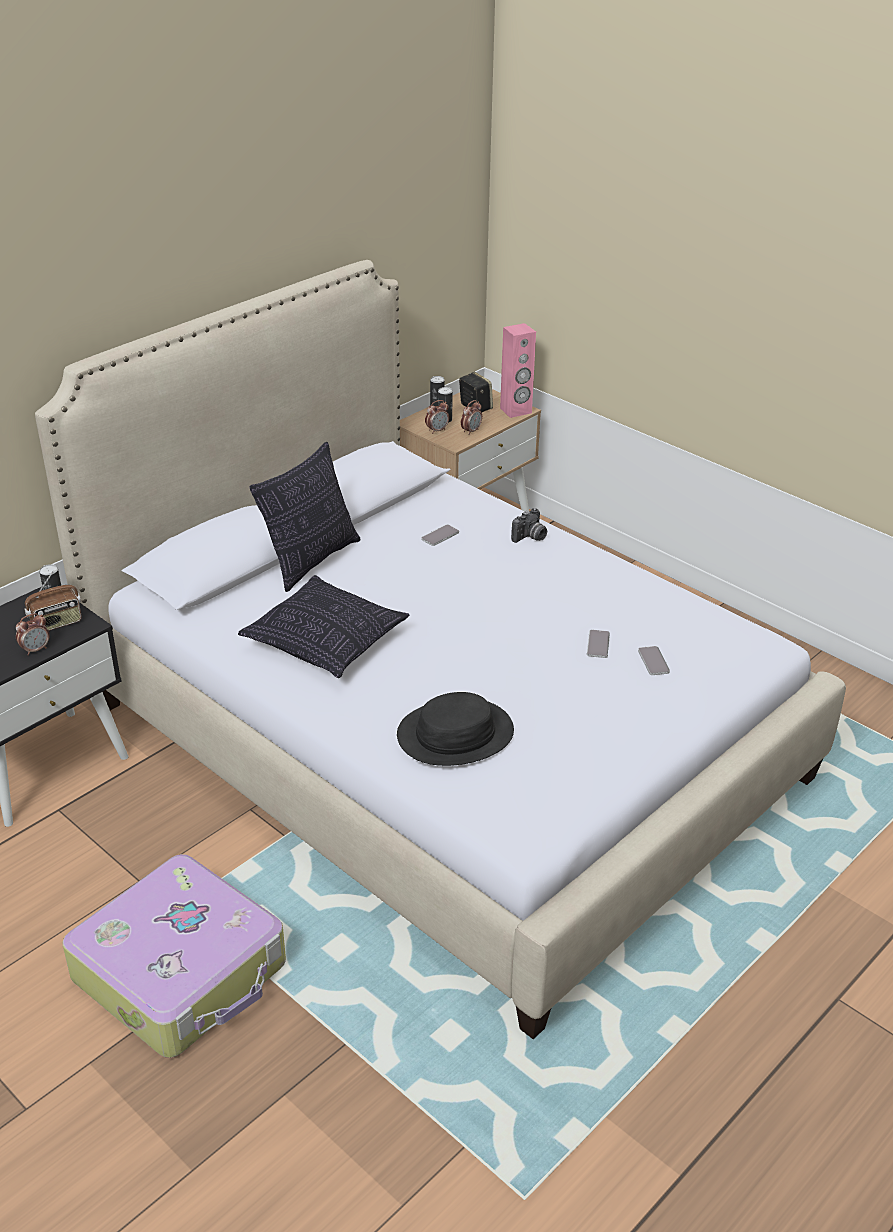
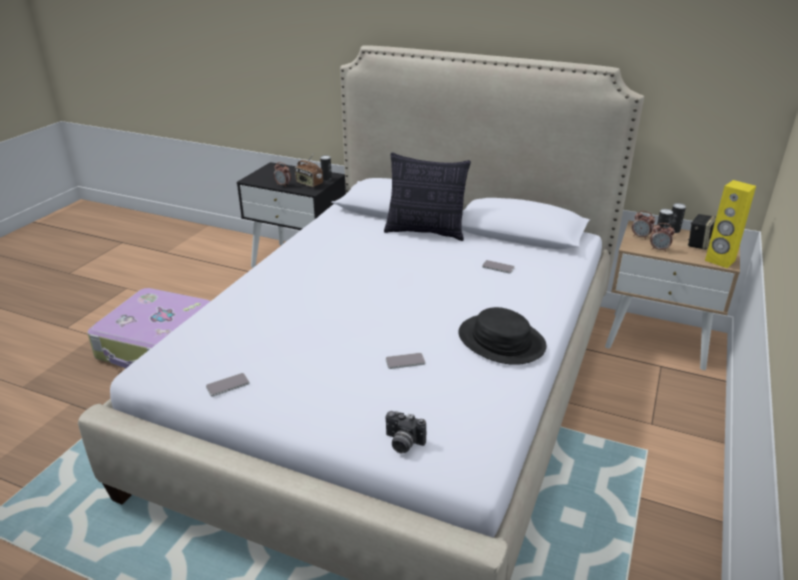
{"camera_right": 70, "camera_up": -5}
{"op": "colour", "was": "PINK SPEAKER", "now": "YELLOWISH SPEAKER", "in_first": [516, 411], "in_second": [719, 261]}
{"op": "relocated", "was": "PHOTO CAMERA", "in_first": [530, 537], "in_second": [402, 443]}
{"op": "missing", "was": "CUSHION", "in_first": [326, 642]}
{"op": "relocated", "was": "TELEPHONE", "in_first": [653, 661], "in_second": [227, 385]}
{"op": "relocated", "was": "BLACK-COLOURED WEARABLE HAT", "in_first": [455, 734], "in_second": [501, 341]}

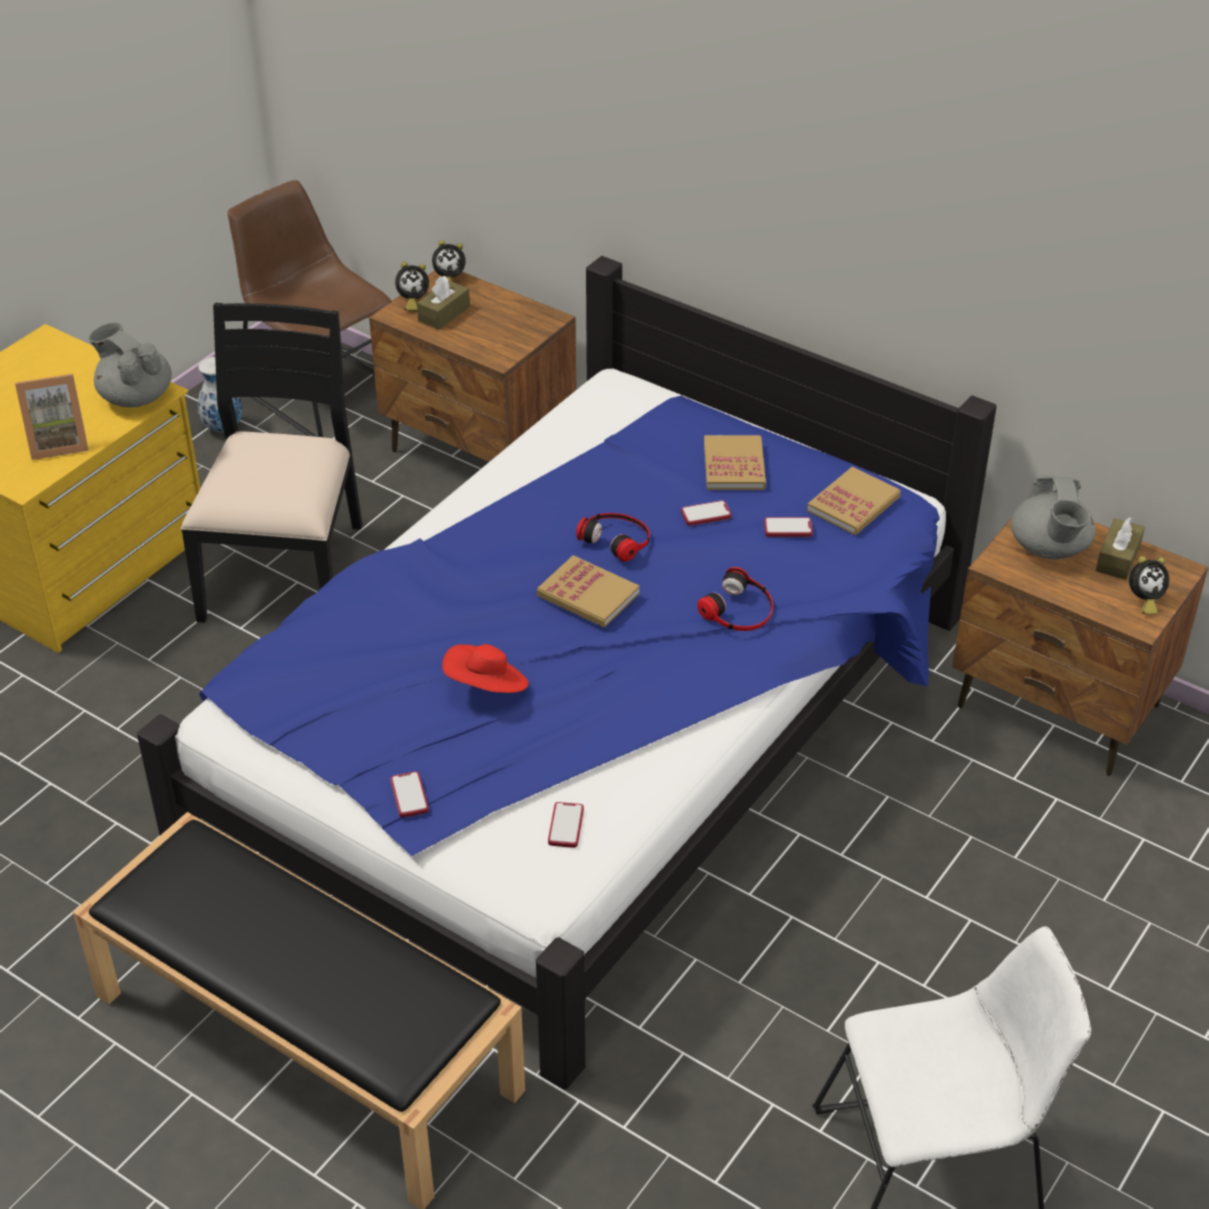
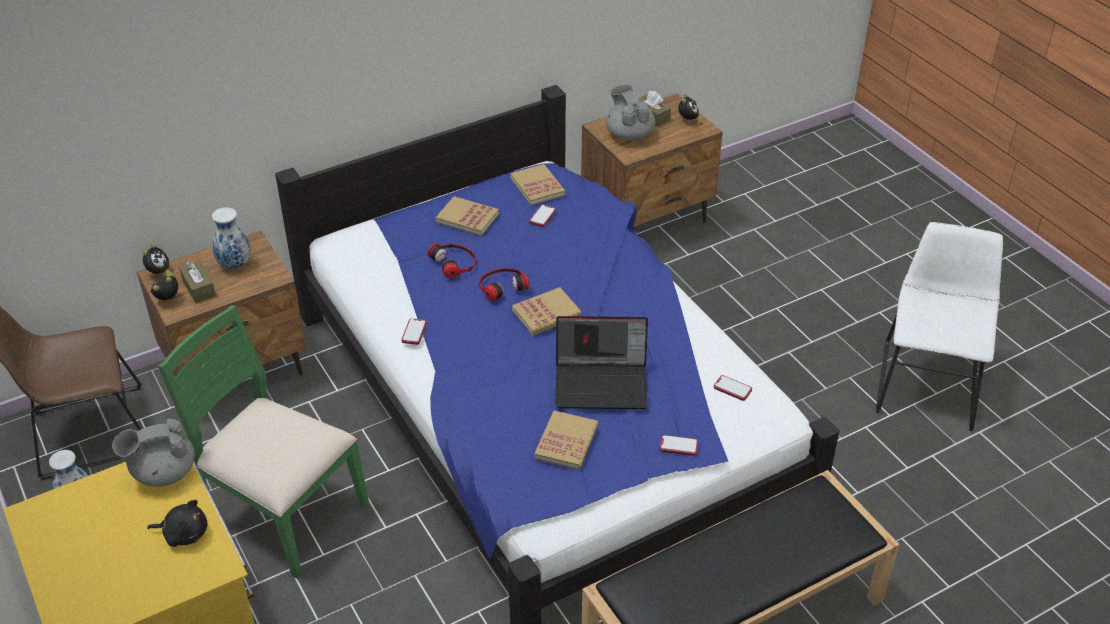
{"camera_right": -65, "camera_up": 0}
{"op": "spun", "was": "TABLE CLOCK", "in_first": [412, 302], "in_second": [168, 299], "clockwise": -135}
{"op": "colour", "was": "BLACK-COLOURED PLAIN CHAIR", "now": "GREEN-COLOURED PLAIN CHAIR", "in_first": [286, 571], "in_second": [281, 511]}
{"op": "exchanged", "was": "PICTURE FRAME", "now": "BLACK-COLOURED PLUSH TOY", "in_first": [58, 443], "in_second": [184, 533]}
{"op": "spun", "was": "GREY TEA POT", "in_first": [1049, 549], "in_second": [629, 134], "clockwise": -135}
{"op": "relocated", "was": "TELEPHONE", "in_first": [706, 514], "in_second": [414, 332]}
{"op": "relocated", "was": "HEADPHONES", "in_first": [739, 610], "in_second": [455, 262]}
{"op": "exchanged", "was": "RED-COLOURED WEARABLE HAT", "now": "NOTEBOOK COMPUTER", "in_first": [487, 687], "in_second": [602, 382]}
{"op": "appeared", "now": "DECORATIVE VASE", "in_second": [234, 265]}
{"op": "appeared", "now": "VOLUME", "in_second": [566, 442]}

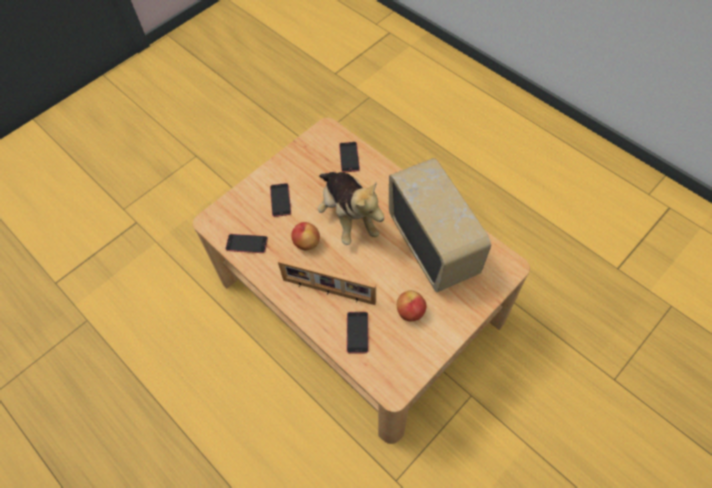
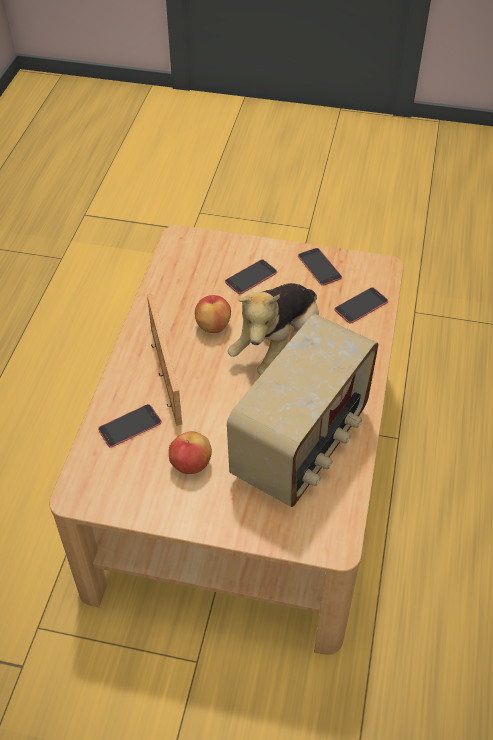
{"camera_right": 55, "camera_up": -10}
{"op": "relocated", "was": "TELEPHONE", "in_first": [246, 244], "in_second": [319, 267]}

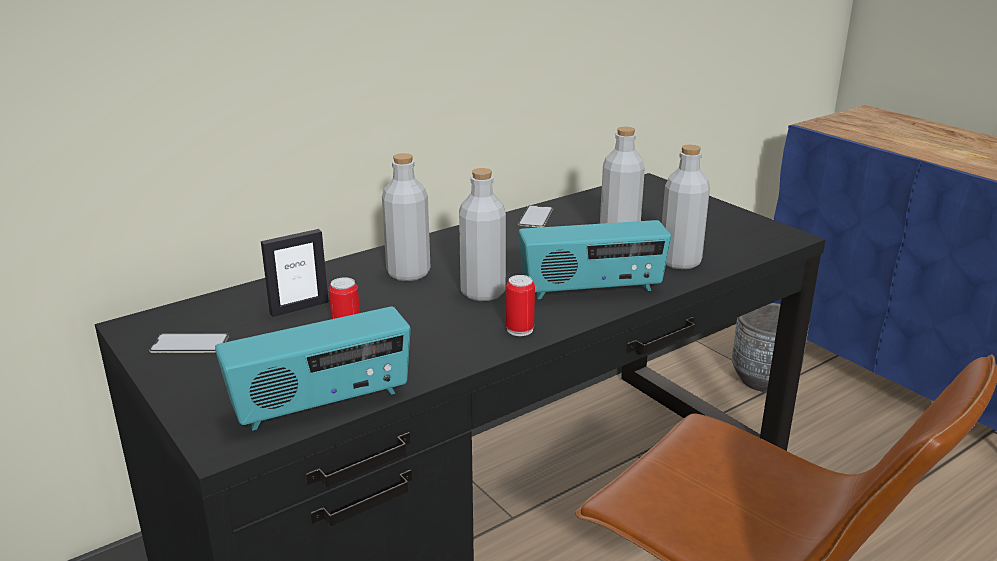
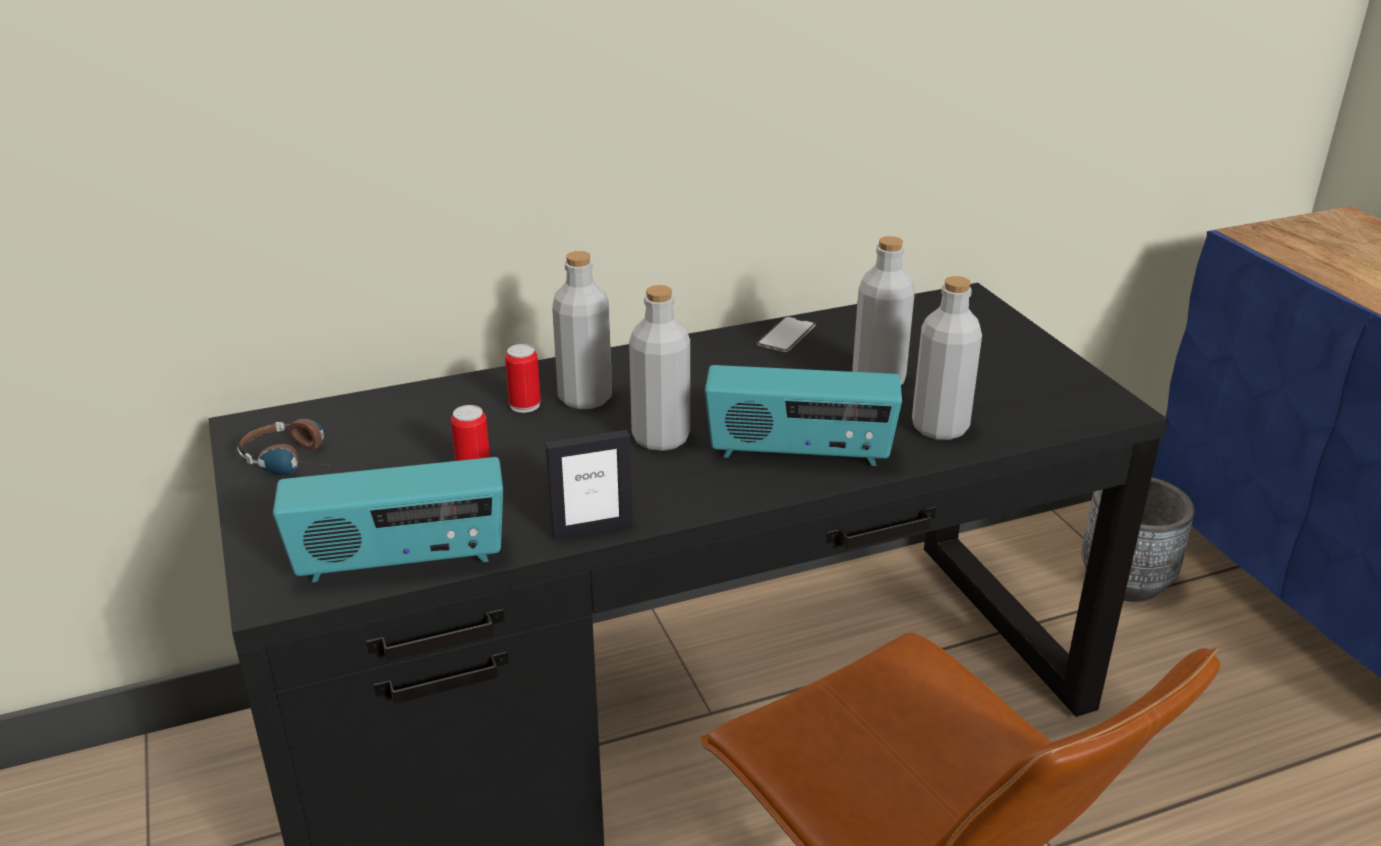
{"camera_right": 15, "camera_up": 5}
{"op": "relocated", "was": "PICTURE FRAME", "in_first": [299, 307], "in_second": [592, 529]}
{"op": "relocated", "was": "METAL CAN", "in_first": [520, 329], "in_second": [525, 405]}
{"op": "exchanged", "was": "TELEPHONE", "now": "HEADPHONES", "in_first": [189, 344], "in_second": [295, 459]}

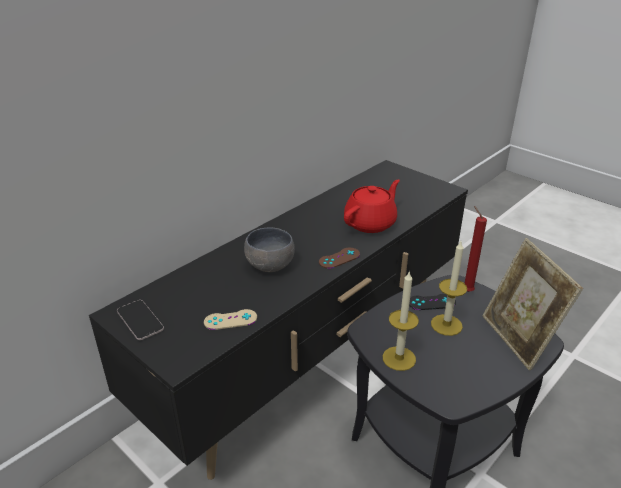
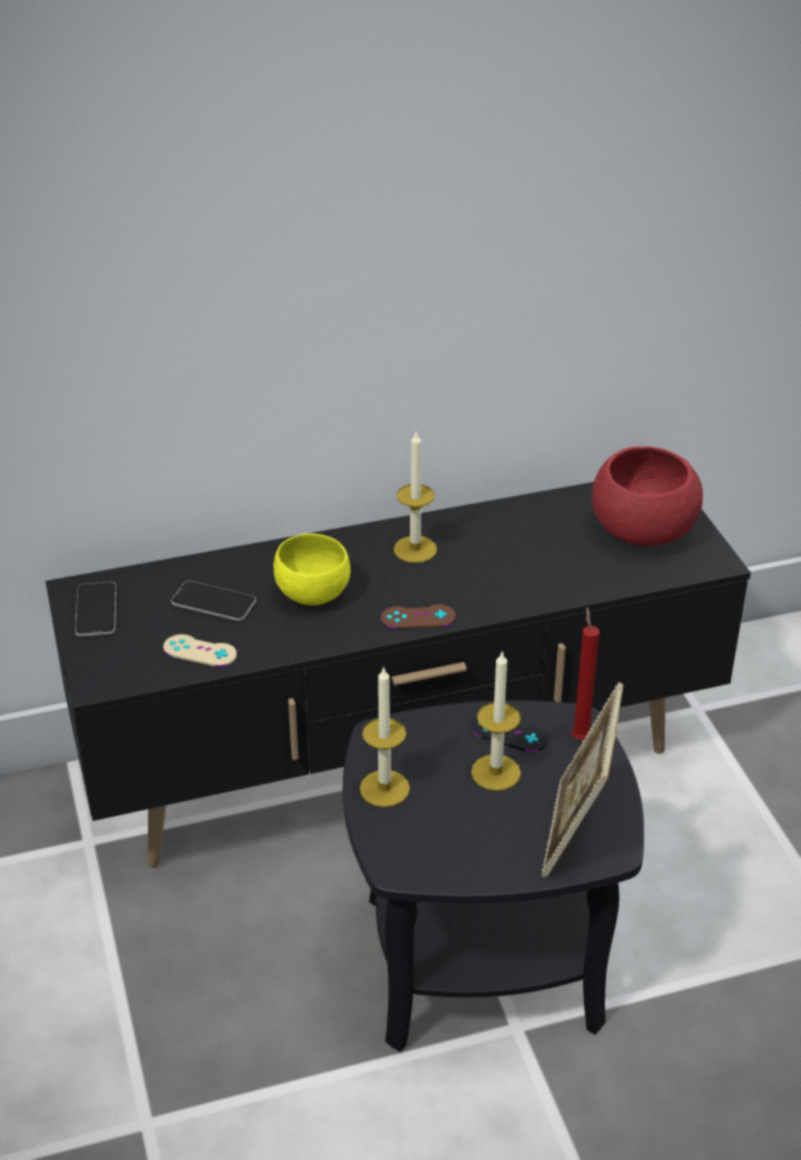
{"camera_right": 30, "camera_up": 5}
{"op": "missing", "was": "RED-COLOURED TEA POT", "in_first": [371, 223]}
{"op": "colour", "was": "GREY DEEP DISH", "now": "YELLOWISH DEEP DISH", "in_first": [271, 265], "in_second": [315, 594]}
{"op": "appeared", "now": "WAX CANDLE", "in_second": [415, 549]}
{"op": "appeared", "now": "RED-COLOURED DEEP DISH", "in_second": [642, 530]}
{"op": "appeared", "now": "TELEPHONE", "in_second": [213, 602]}

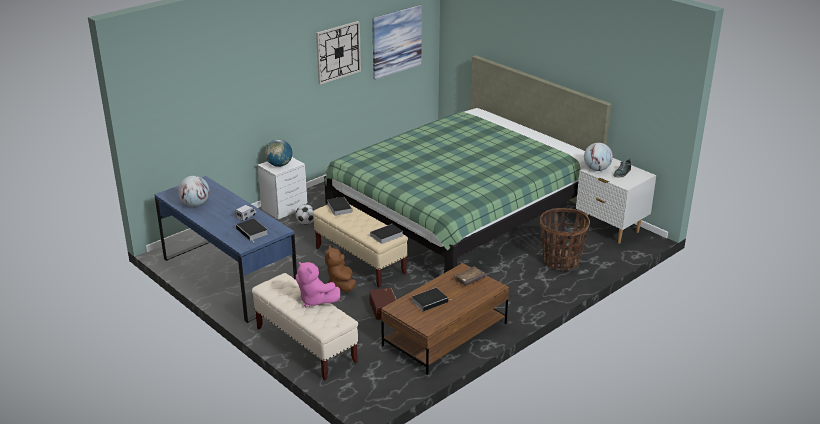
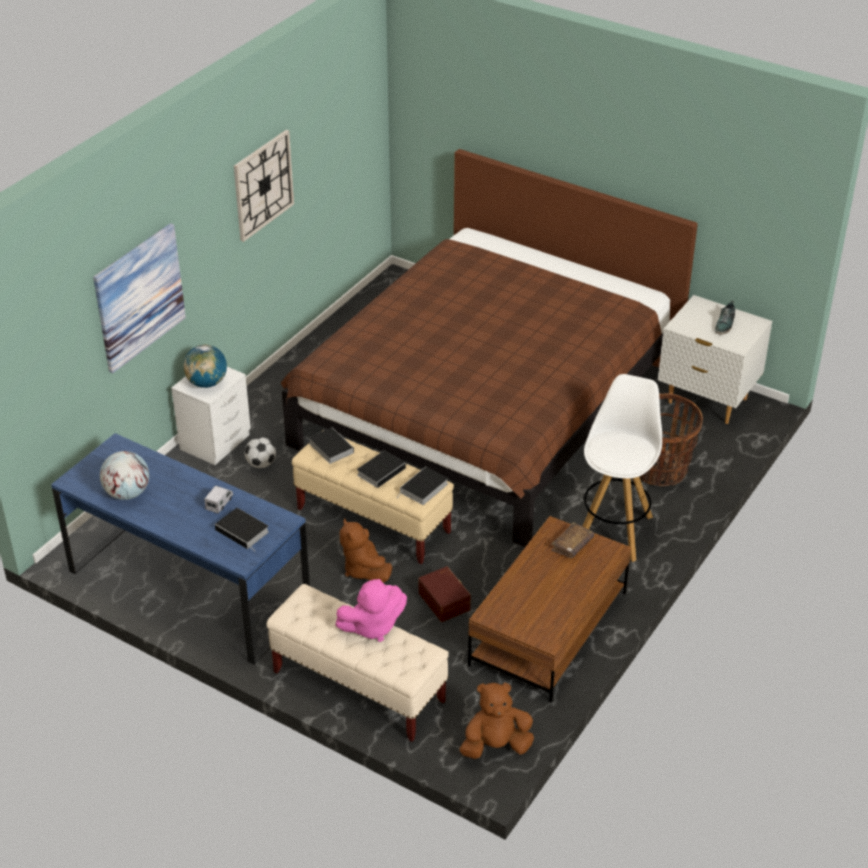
{"camera_right": -15, "camera_up": 10}
{"op": "relocated", "was": "WALL ART", "in_first": [396, 41], "in_second": [139, 297]}
{"op": "colour", "was": "GREEN-COLOURED BED", "now": "BROWNISH BED", "in_first": [461, 213], "in_second": [486, 407]}
{"op": "missing", "was": "WORLD GLOBE", "in_first": [596, 169]}
{"op": "spun", "was": "PINK PLUSH TOY", "in_first": [315, 300], "in_second": [372, 627], "clockwise": -45}
{"op": "relocated", "was": "VOLUME", "in_first": [430, 301], "in_second": [382, 471]}
{"op": "appeared", "now": "WHITISH SITTING STOOL", "in_second": [614, 530]}
{"op": "appeared", "now": "BROWNISH PLUSH TOY", "in_second": [496, 746]}

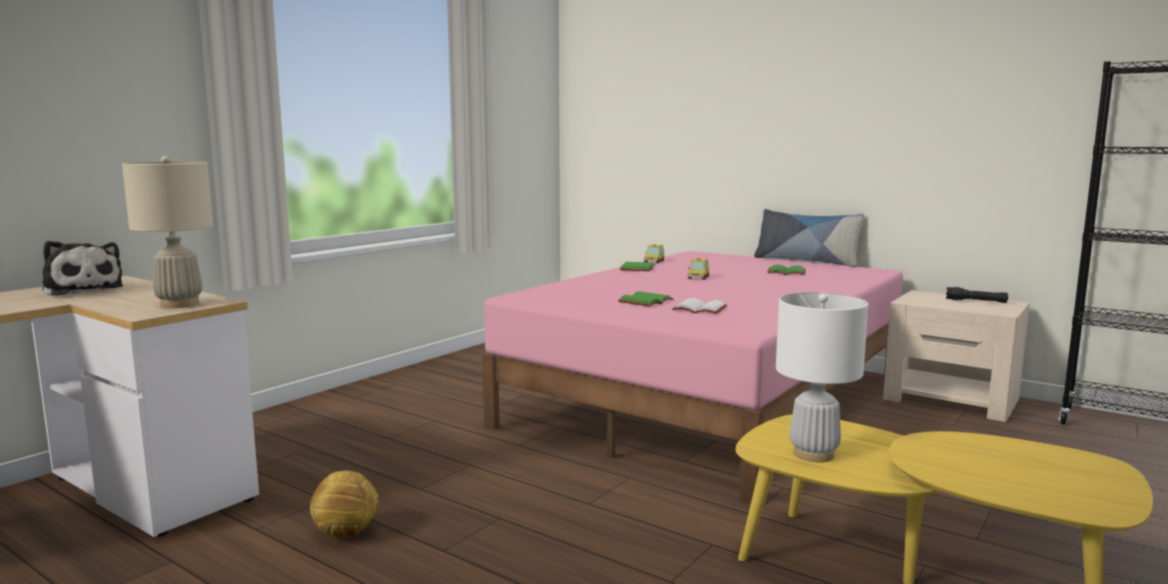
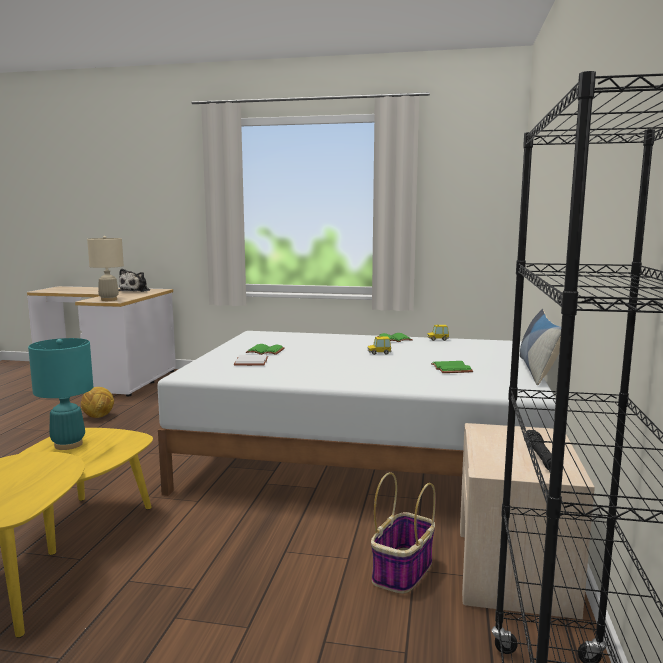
{"camera_right": 65, "camera_up": 0}
{"op": "colour", "was": "PINK BED", "now": "WHITISH BED", "in_first": [710, 401], "in_second": [363, 458]}
{"op": "colour", "was": "WHITISH TABLE LAMP", "now": "BLUE-GREEN TABLE LAMP", "in_first": [813, 454], "in_second": [69, 445]}
{"op": "appeared", "now": "HOUSEHOLD BASKET", "in_second": [402, 572]}

